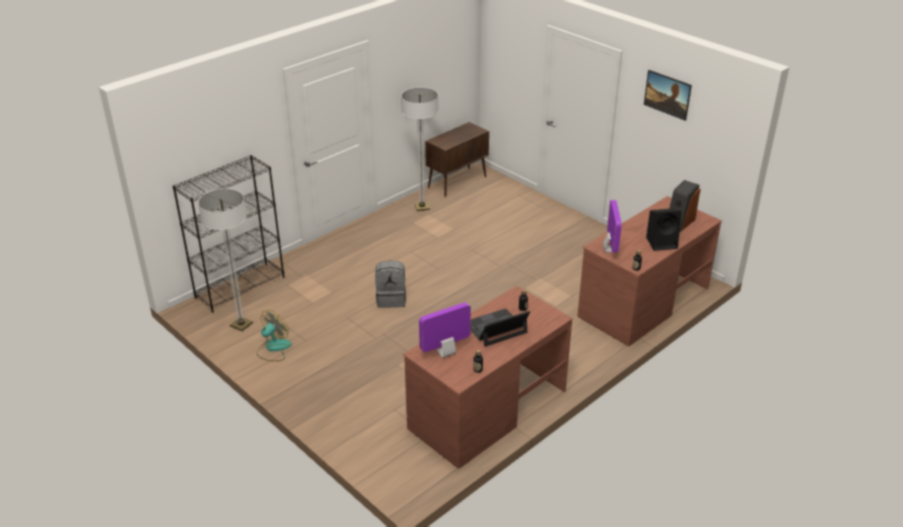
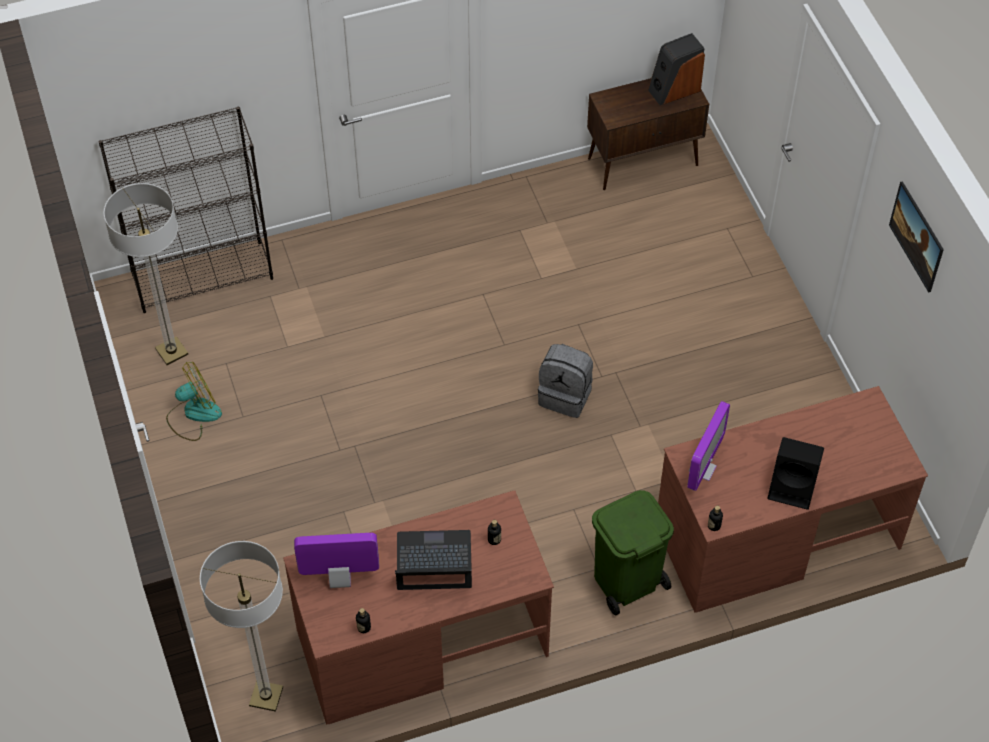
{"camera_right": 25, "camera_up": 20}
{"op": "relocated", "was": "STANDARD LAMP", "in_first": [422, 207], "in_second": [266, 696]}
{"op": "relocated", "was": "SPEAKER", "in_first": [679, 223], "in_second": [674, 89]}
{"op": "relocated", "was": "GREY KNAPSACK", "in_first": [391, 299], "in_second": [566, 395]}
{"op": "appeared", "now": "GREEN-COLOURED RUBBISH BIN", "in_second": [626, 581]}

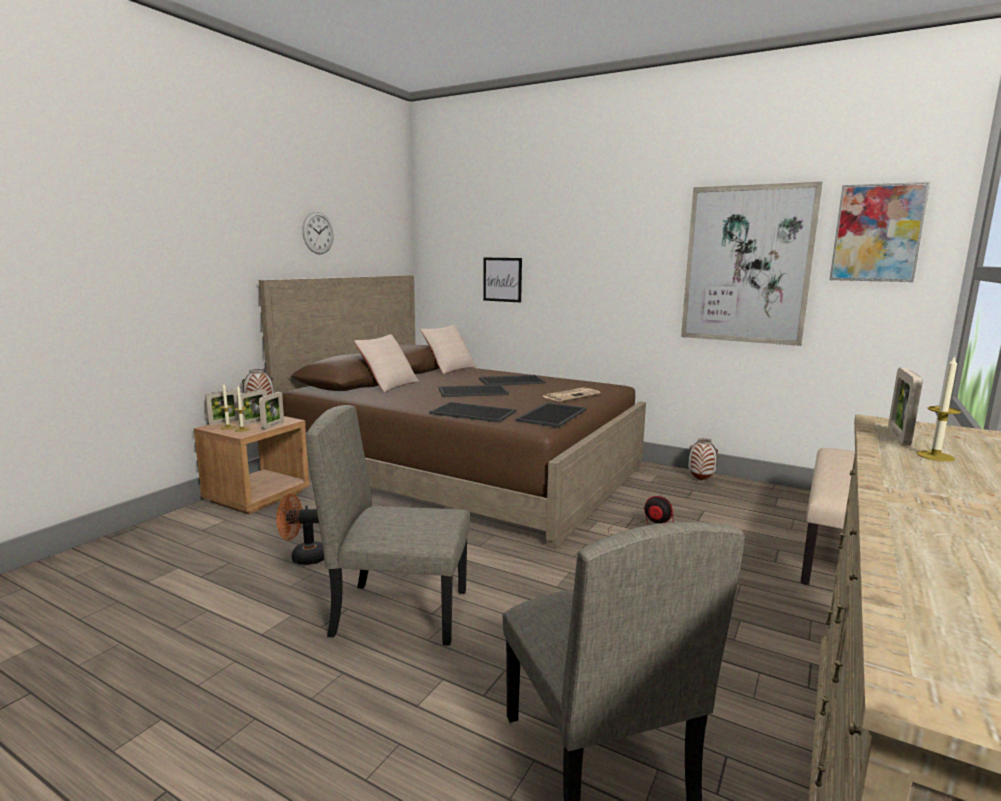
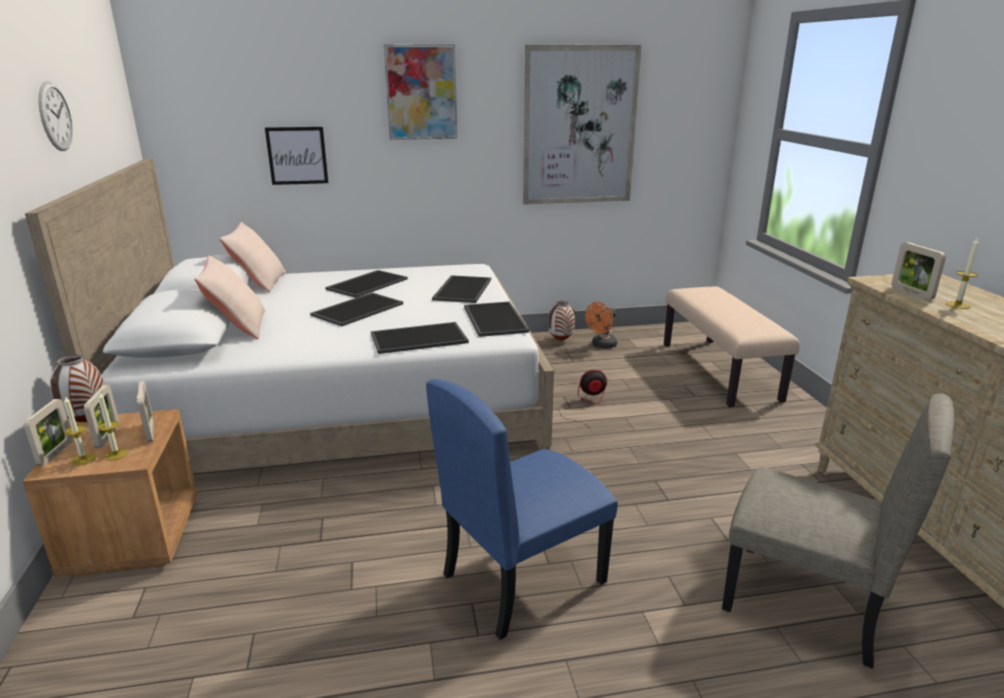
{"camera_right": -40, "camera_up": 10}
{"op": "relocated", "was": "WALL ART", "in_first": [877, 233], "in_second": [421, 92]}
{"op": "colour", "was": "BROWNISH BED", "now": "WHITISH BED", "in_first": [464, 469], "in_second": [344, 401]}
{"op": "exchanged", "was": "PRINTED PAPER", "now": "CARRYING TRAY", "in_first": [571, 395], "in_second": [461, 289]}
{"op": "colour", "was": "BEIGE-COLOURED PLAIN CHAIR", "now": "BLUE-COLOURED PLAIN CHAIR", "in_first": [401, 612], "in_second": [523, 577]}
{"op": "relocated", "was": "ORANGE-COLOURED FAN", "in_first": [303, 557], "in_second": [601, 345]}

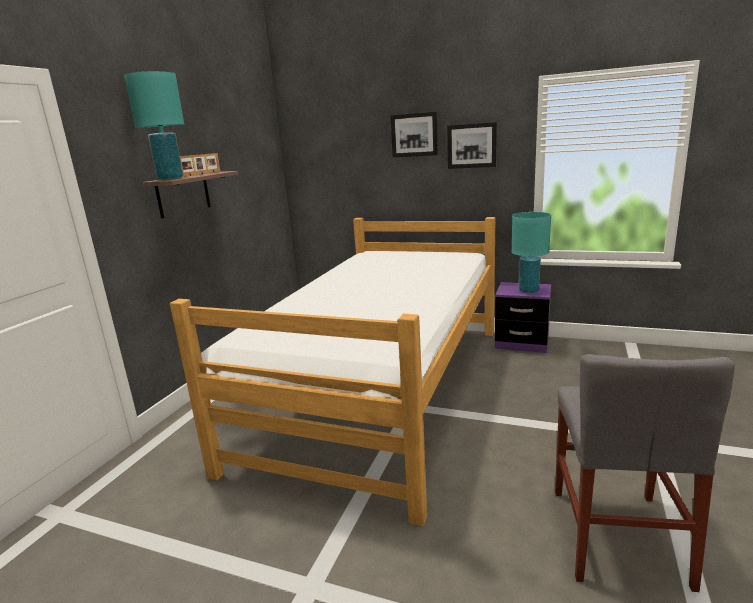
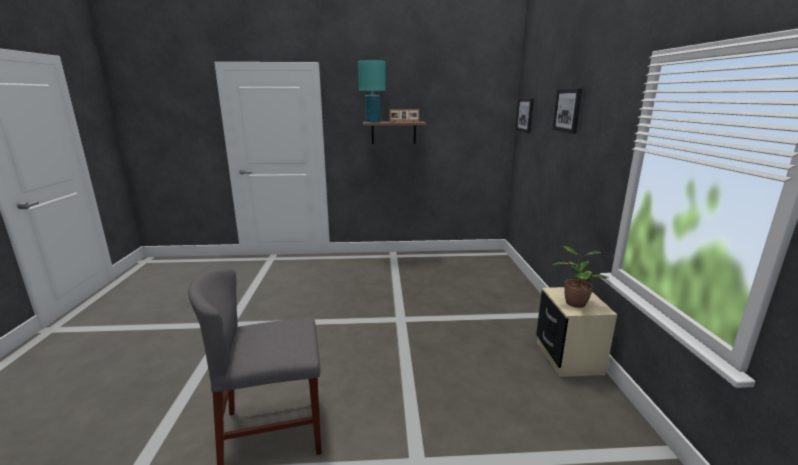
{"camera_right": 65, "camera_up": 0}
{"op": "relocated", "was": "WALL ART", "in_first": [472, 145], "in_second": [525, 115]}
{"op": "exchanged", "was": "BLUE-GREEN TABLE LAMP", "now": "HOUSEPLANT", "in_first": [528, 290], "in_second": [574, 303]}
{"op": "missing", "was": "BED", "in_first": [384, 389]}
{"op": "colour", "was": "PURPLE-COLOURED NIGHT TABLE", "now": "BEIGE-COLOURED NIGHT TABLE", "in_first": [522, 343], "in_second": [568, 358]}

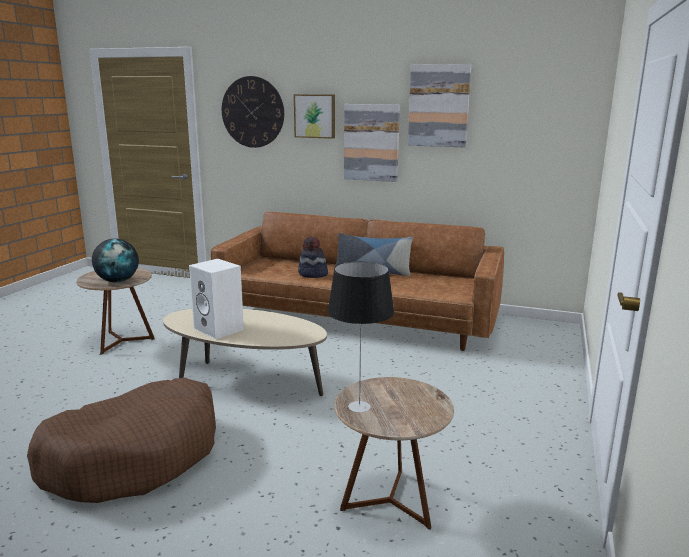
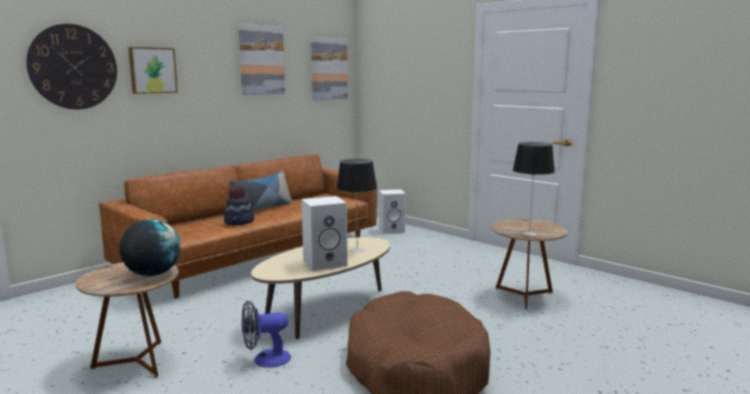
{"camera_right": -65, "camera_up": -5}
{"op": "relocated", "was": "WALL ART", "in_first": [371, 142], "in_second": [329, 69]}
{"op": "appeared", "now": "TABLE LAMP", "in_second": [357, 250]}
{"op": "appeared", "now": "WHITISH SPEAKER", "in_second": [392, 230]}
{"op": "appeared", "now": "FAN", "in_second": [265, 359]}

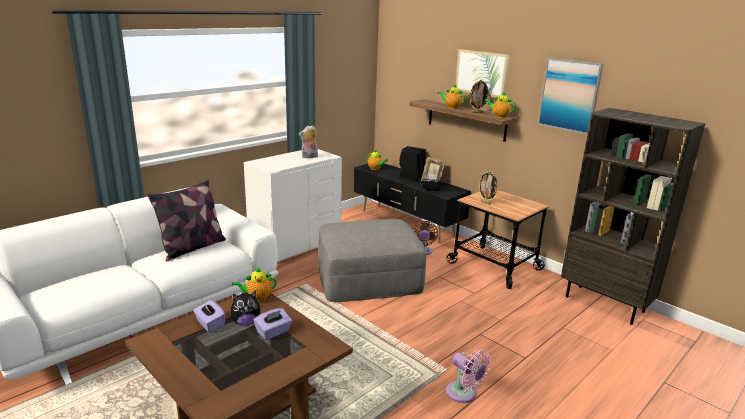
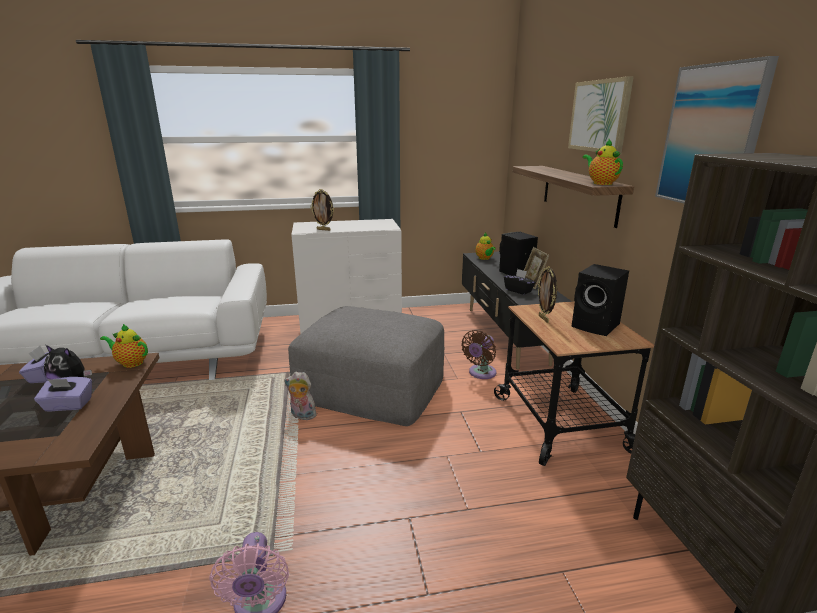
{"camera_right": 35, "camera_up": 0}
{"op": "relocated", "was": "PICTURE FRAME", "in_first": [477, 112], "in_second": [324, 229]}
{"op": "missing", "was": "TEA POT", "in_first": [451, 107]}
{"op": "relocated", "was": "PLUSH TOY", "in_first": [309, 157], "in_second": [302, 416]}
{"op": "missing", "was": "CUSHION", "in_first": [192, 248]}
{"op": "appeared", "now": "BLACK-COLOURED SPEAKER", "in_second": [597, 326]}

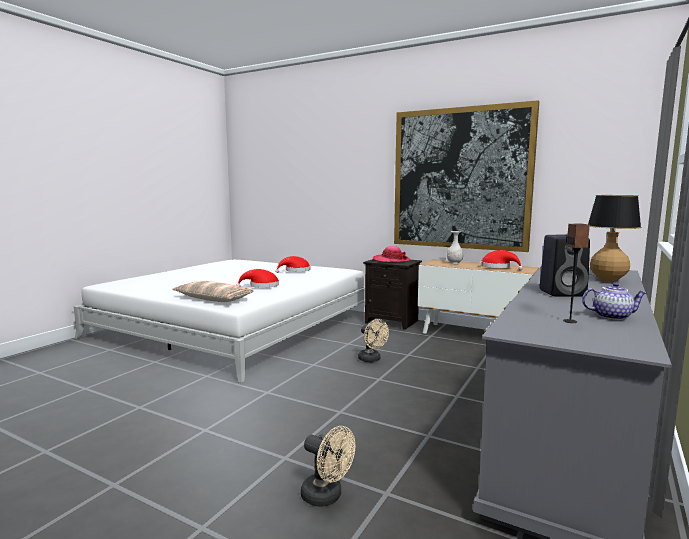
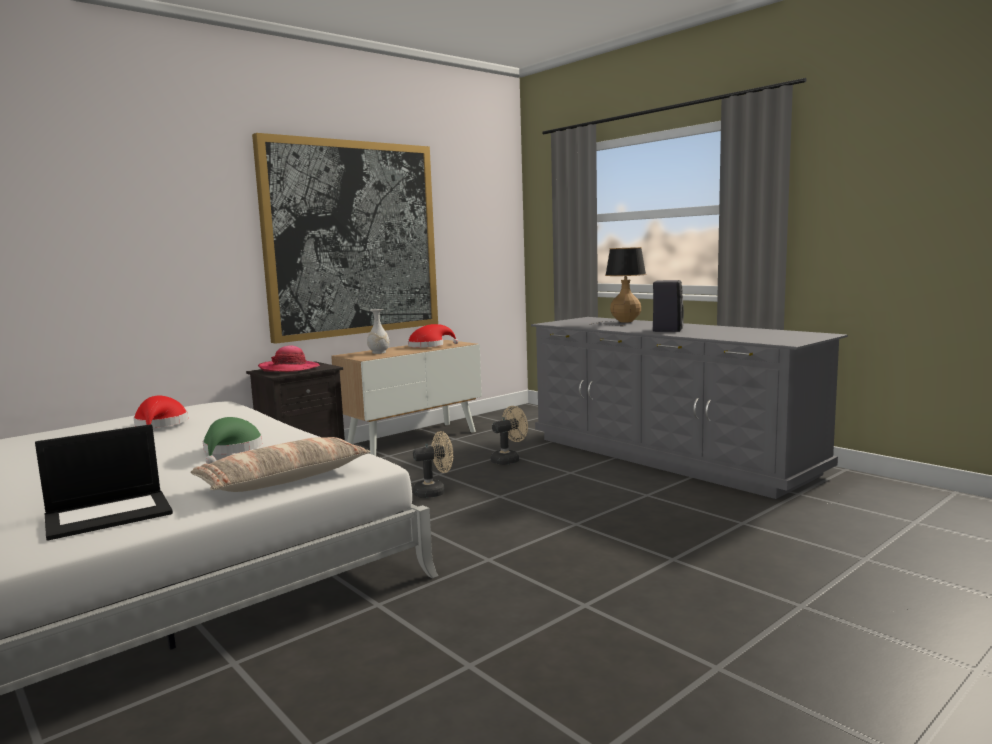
{"camera_right": -70, "camera_up": 0}
{"op": "missing", "was": "SPEAKER", "in_first": [570, 321]}
{"op": "colour", "was": "RED-COLOURED WEARABLE HAT", "now": "GREEN-COLOURED WEARABLE HAT", "in_first": [261, 286], "in_second": [231, 450]}
{"op": "missing", "was": "TEA POT", "in_first": [611, 316]}
{"op": "relocated", "was": "BEIGE-COLOURED FAN", "in_first": [327, 497], "in_second": [509, 460]}
{"op": "appeared", "now": "NOTEBOOK COMPUTER", "in_second": [110, 514]}

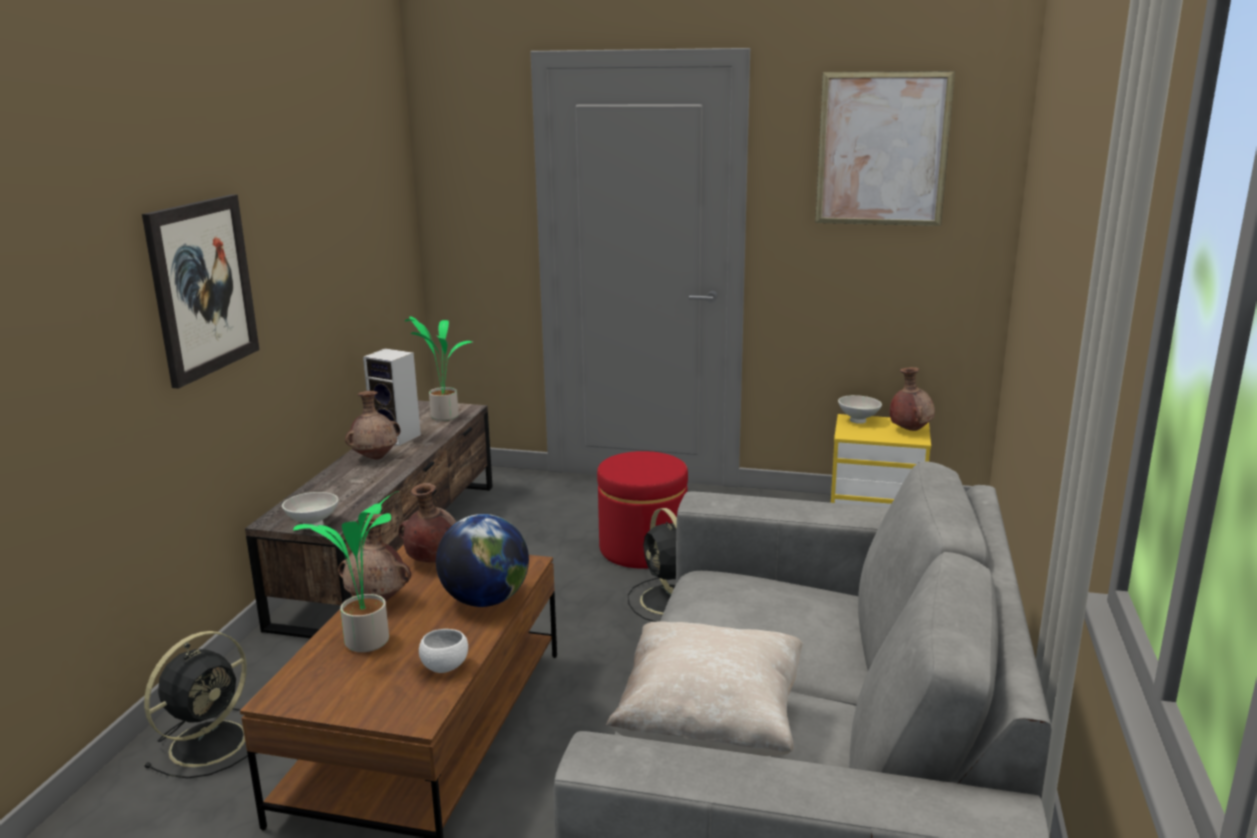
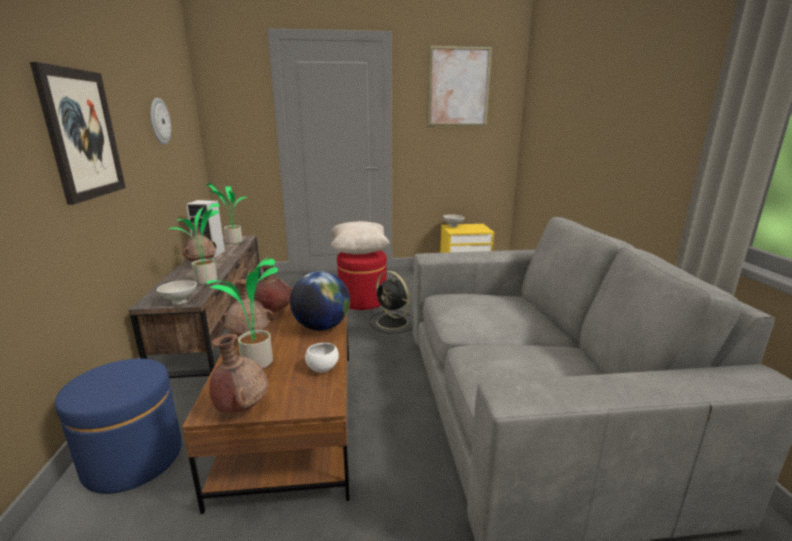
{"camera_right": -20, "camera_up": 0}
{"op": "relocated", "was": "BROWNISH DECORATIVE VASE", "in_first": [909, 430], "in_second": [242, 408]}
{"op": "relocated", "was": "BEIGE-COLOURED CUSHION", "in_first": [710, 725], "in_second": [359, 251]}
{"op": "exchanged", "was": "BLACK-COLOURED FAN", "now": "BLUE-COLOURED OTTOMAN", "in_first": [211, 741], "in_second": [133, 459]}
{"op": "appeared", "now": "CLOCK ON THE WALL", "in_second": [159, 121]}
{"op": "appeared", "now": "HOUSEPLANT", "in_second": [206, 281]}

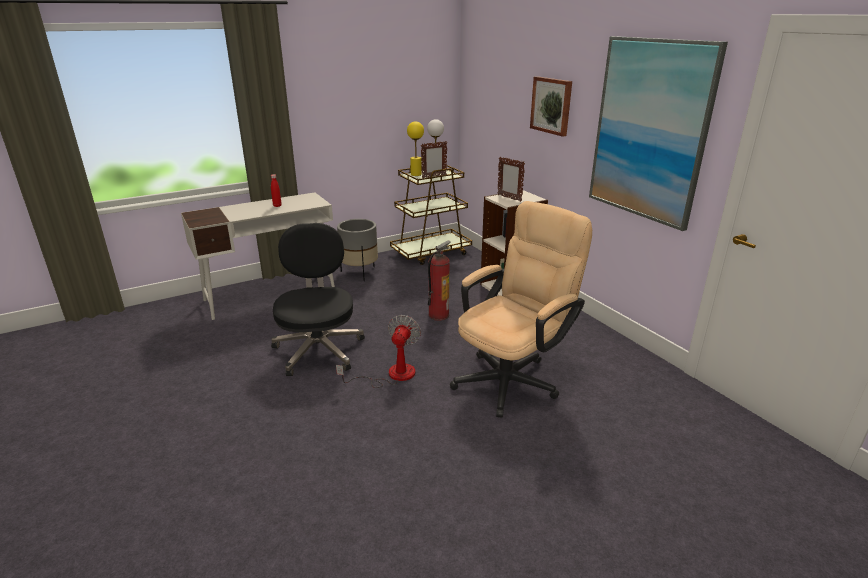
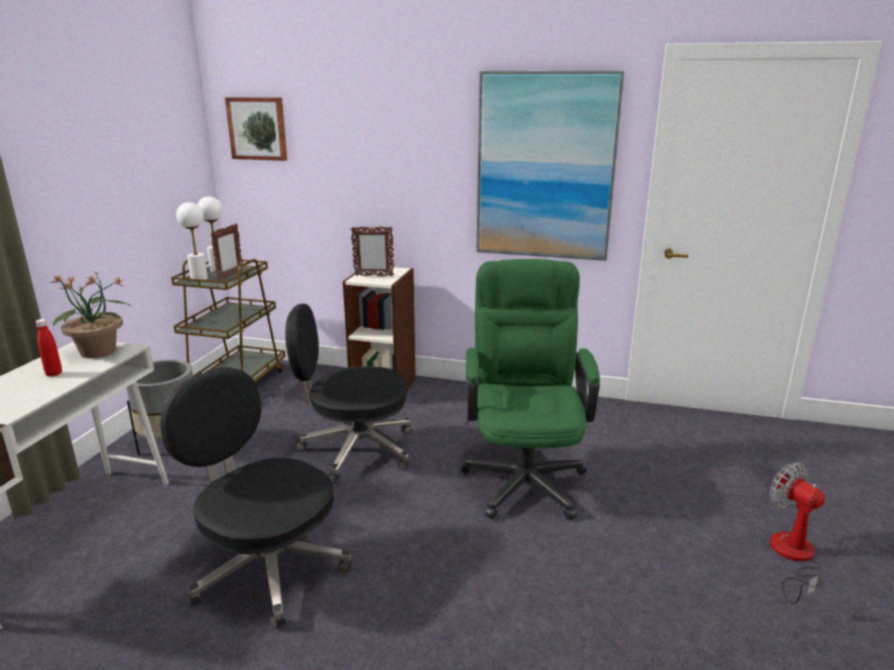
{"camera_right": -45, "camera_up": -5}
{"op": "relocated", "was": "WALL ART", "in_first": [551, 105], "in_second": [257, 128]}
{"op": "colour", "was": "YELLOWISH TABLE LAMP", "now": "WHITISH TABLE LAMP", "in_first": [416, 174], "in_second": [199, 278]}
{"op": "colour", "was": "BEIGE-COLOURED DESK CHAIR", "now": "GREEN-COLOURED DESK CHAIR", "in_first": [513, 378], "in_second": [524, 475]}
{"op": "exchanged", "was": "EXTINGUISHER", "now": "BLACK-COLOURED DESK CHAIR", "in_first": [438, 315], "in_second": [355, 449]}
{"op": "relocated", "was": "FAN", "in_first": [391, 375], "in_second": [792, 558]}
{"op": "appeared", "now": "HOUSEPLANT", "in_second": [99, 352]}

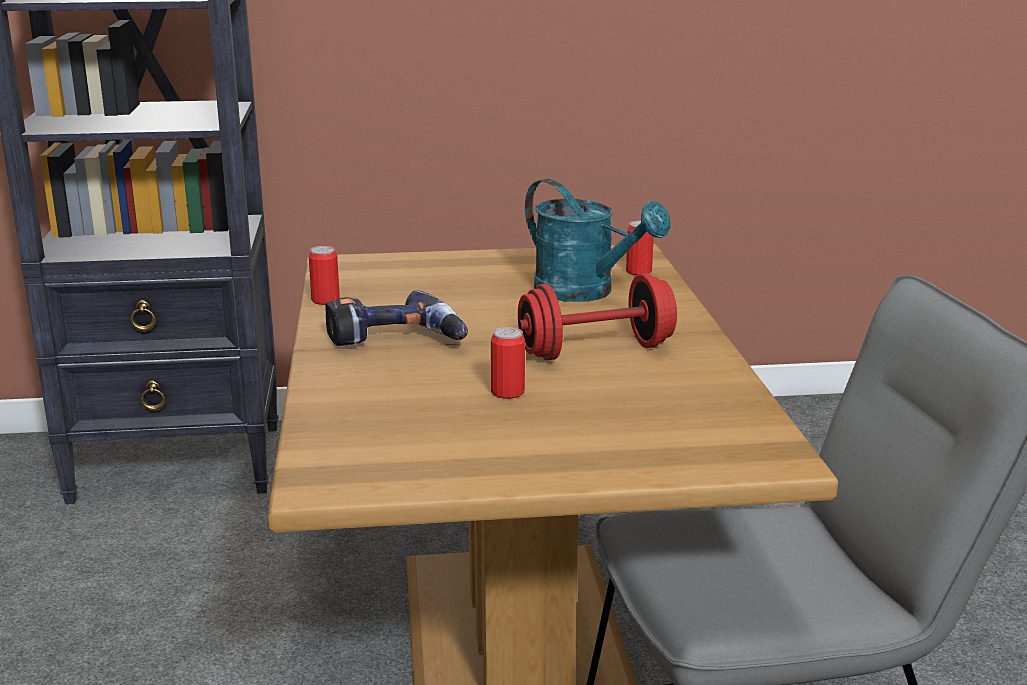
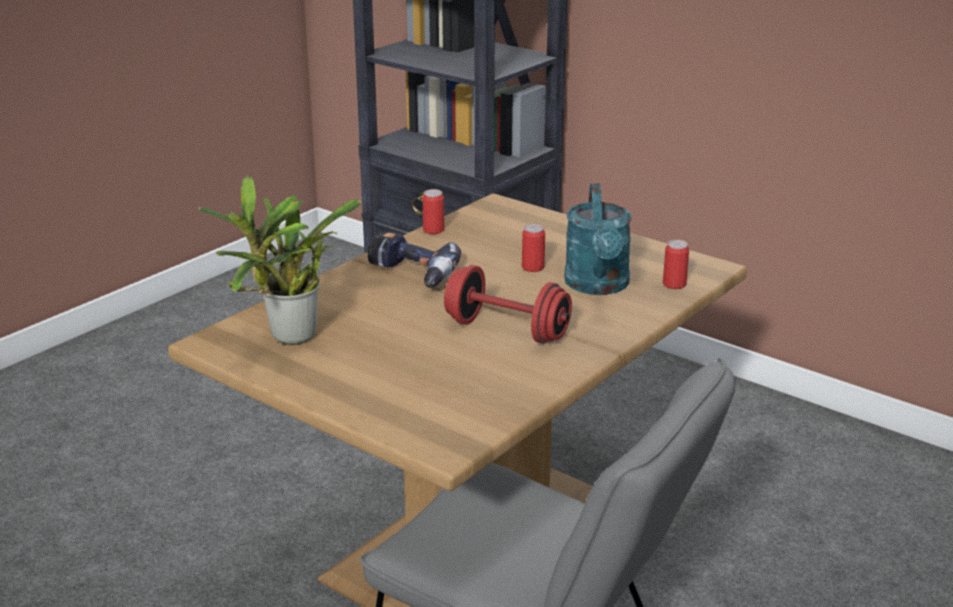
{"camera_right": 45, "camera_up": 5}
{"op": "relocated", "was": "METAL CAN", "in_first": [507, 392], "in_second": [533, 267]}
{"op": "appeared", "now": "HOUSEPLANT", "in_second": [288, 339]}

